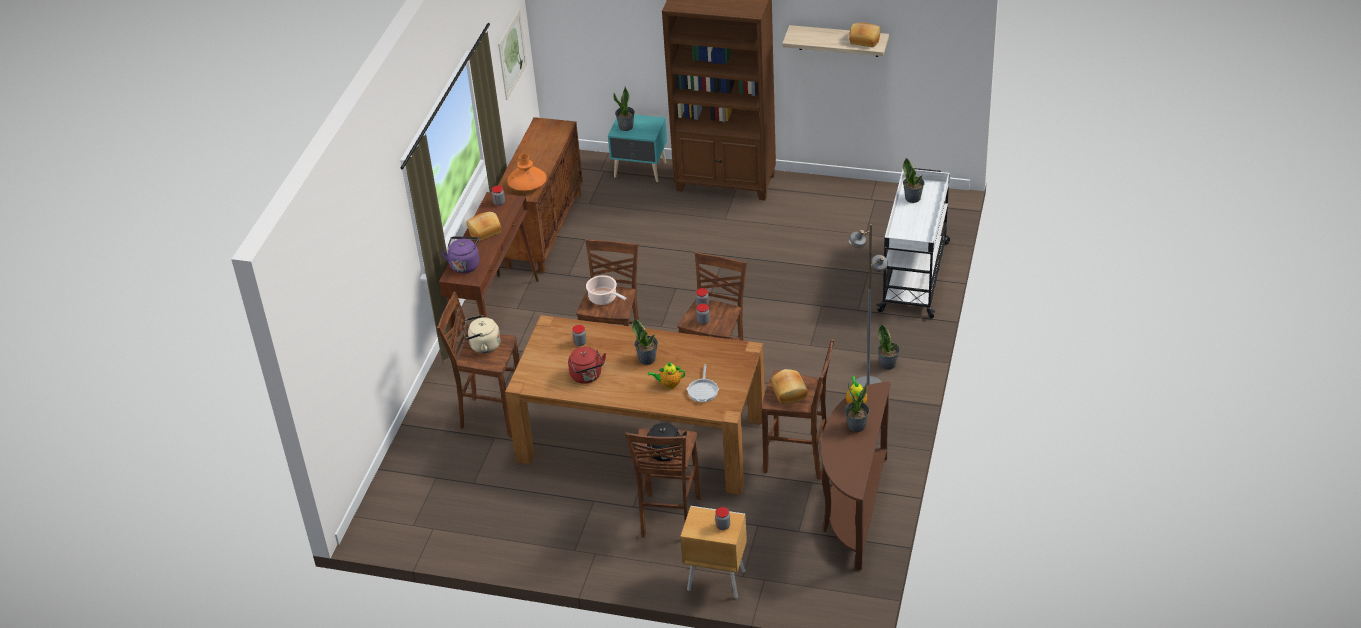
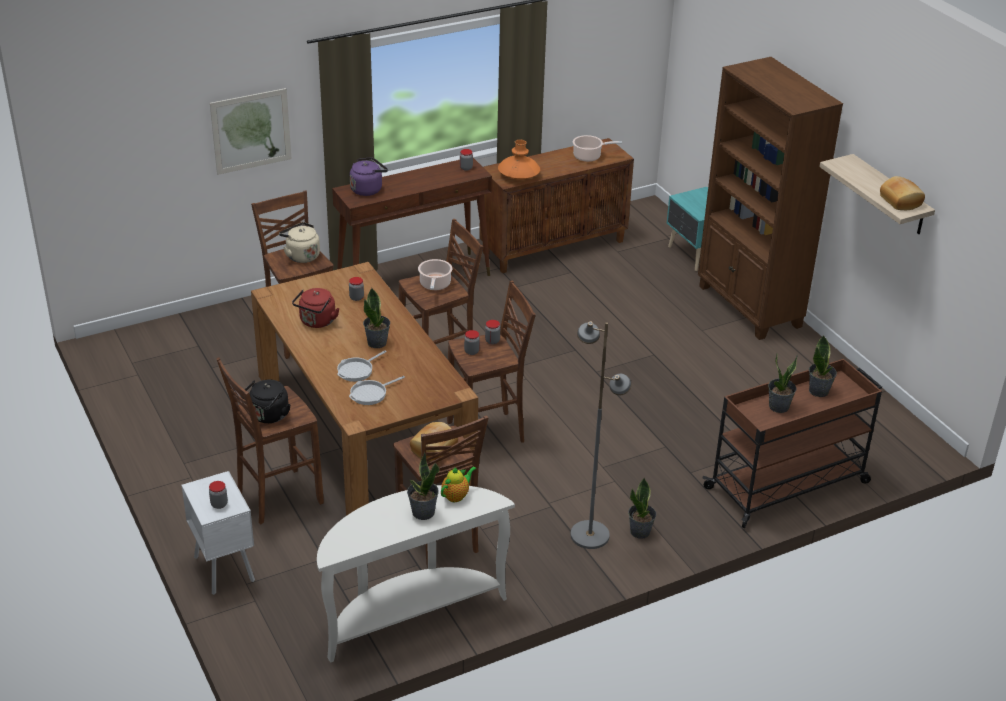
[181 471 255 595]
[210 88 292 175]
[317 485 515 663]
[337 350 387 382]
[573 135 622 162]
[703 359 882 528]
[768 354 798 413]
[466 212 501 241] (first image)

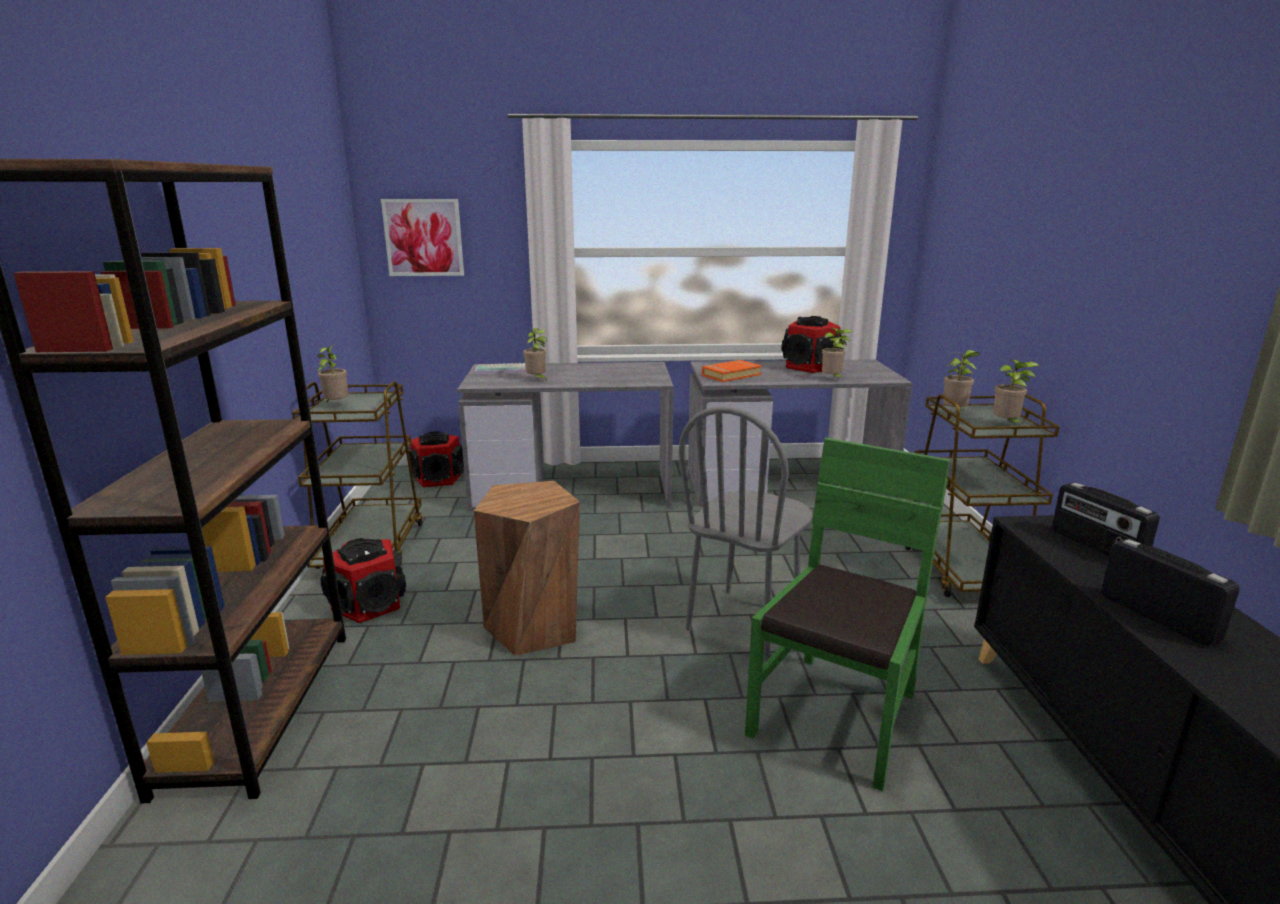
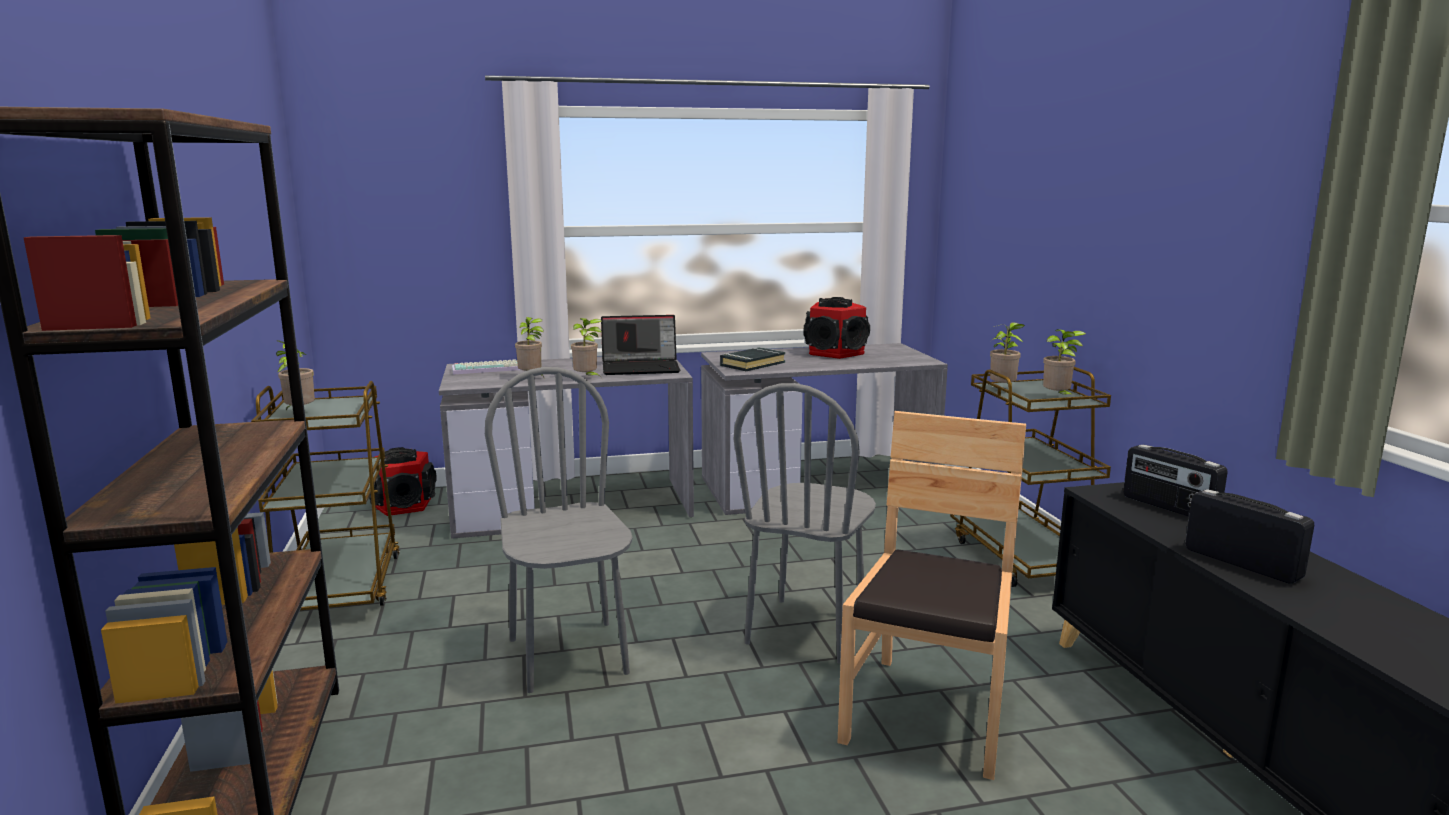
[485 367 633 693]
[571 318 602 377]
[601 315 680 375]
[720 347 786 371]
[838 411 1026 780]
[321 538 406 623] (first image)
[381 199 464 276] (first image)

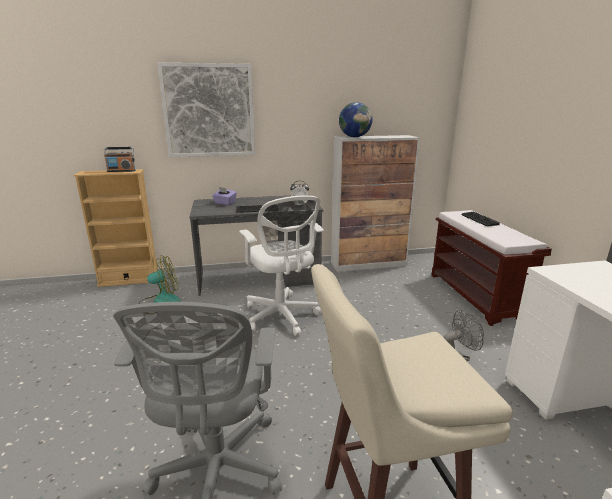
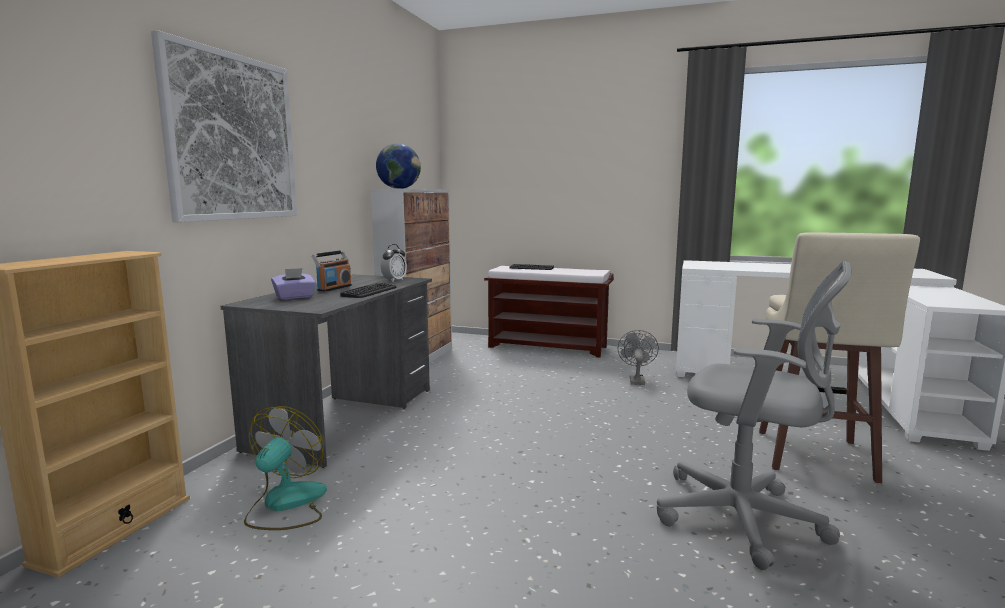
[312 250 352 292]
[239 195 324 336] (first image)

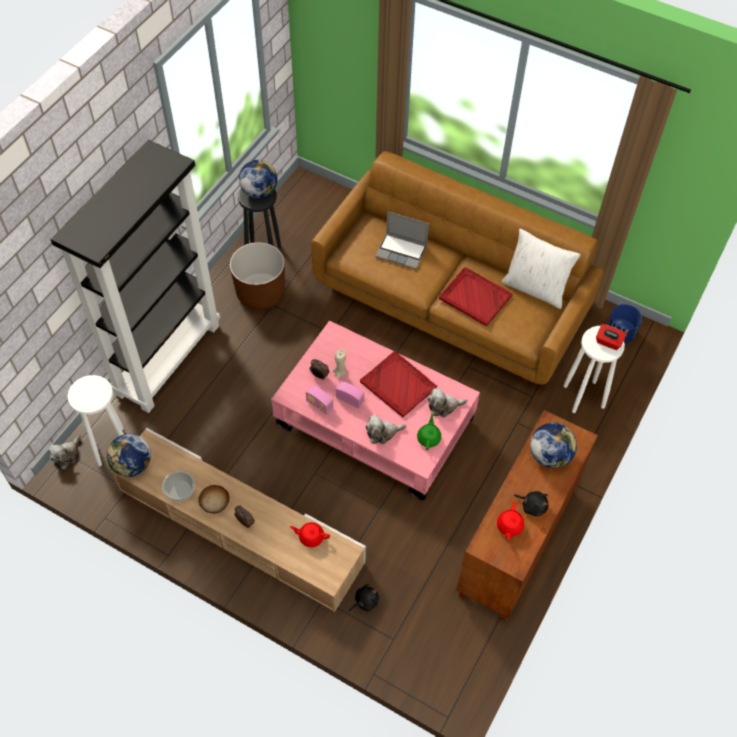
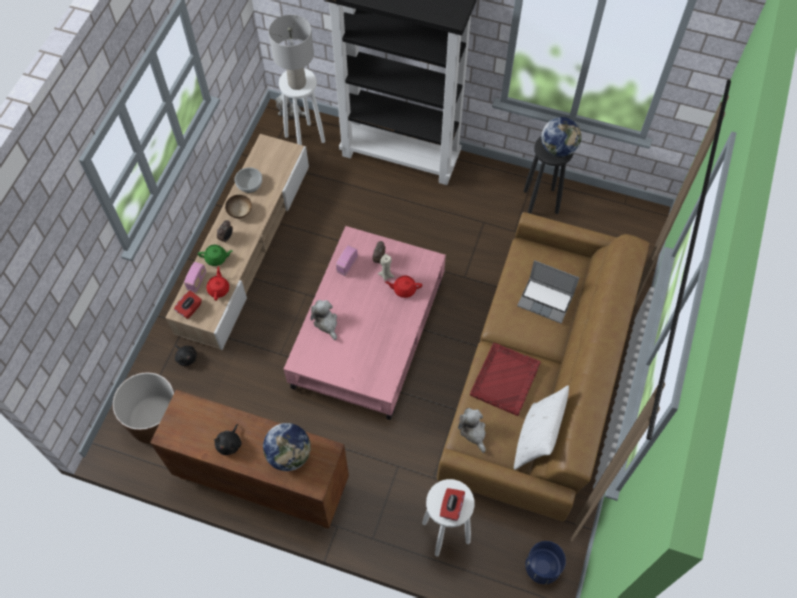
[113 372 175 444]
[174 290 202 319]
[184 262 206 293]
[198 245 233 266]
[268 15 314 90]
[385 276 422 298]
[458 408 486 453]
[517 260 579 324]
[107 434 151 477] (first image)
[360 351 437 417] (first image)

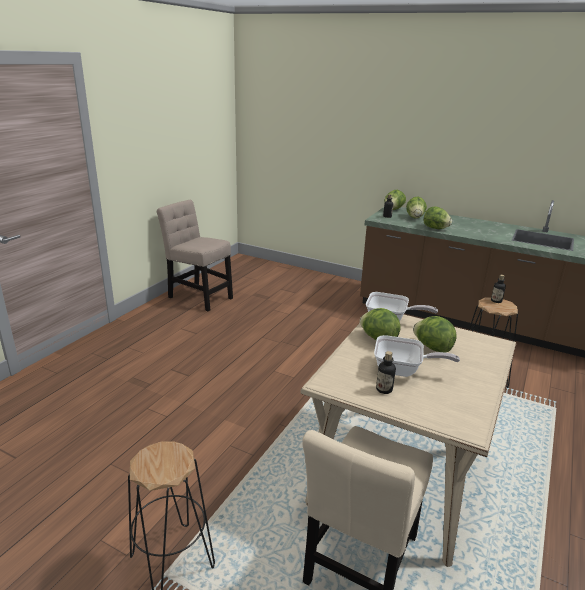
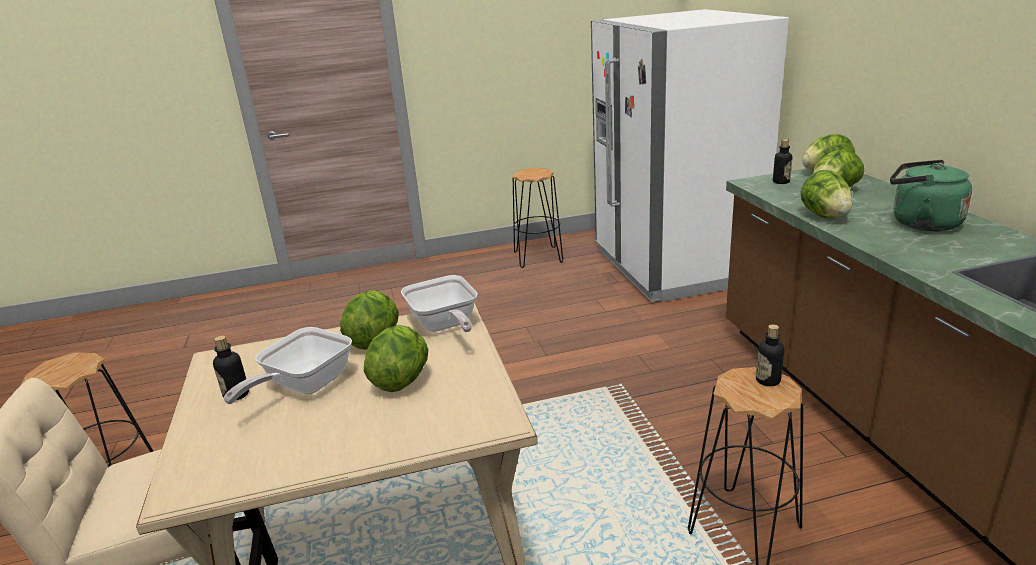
[223 327 352 404]
[512 168 563 268]
[591 9 789 302]
[890 160 972 231]

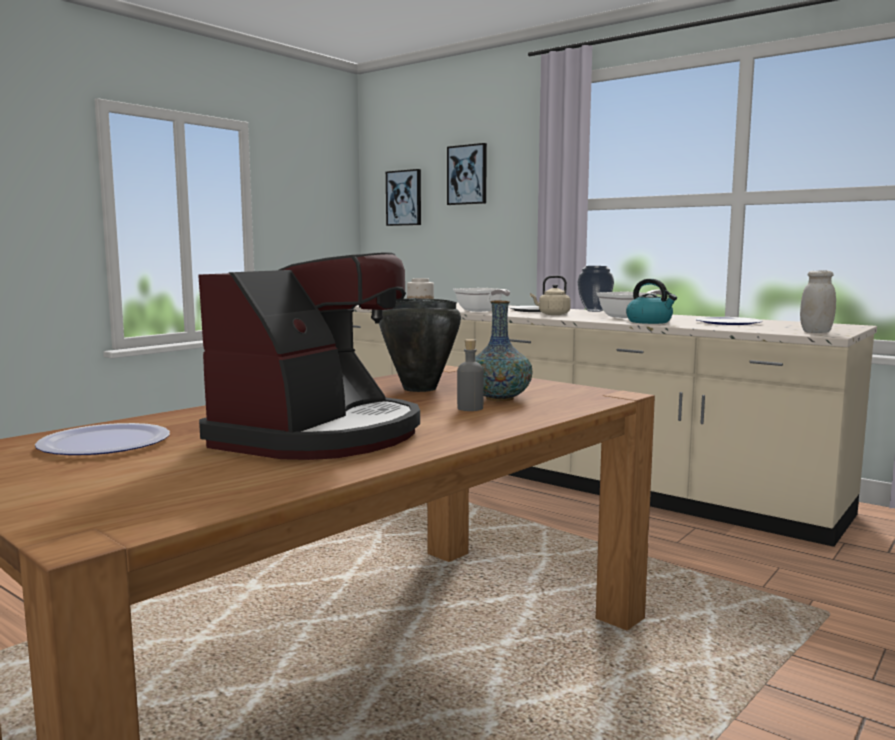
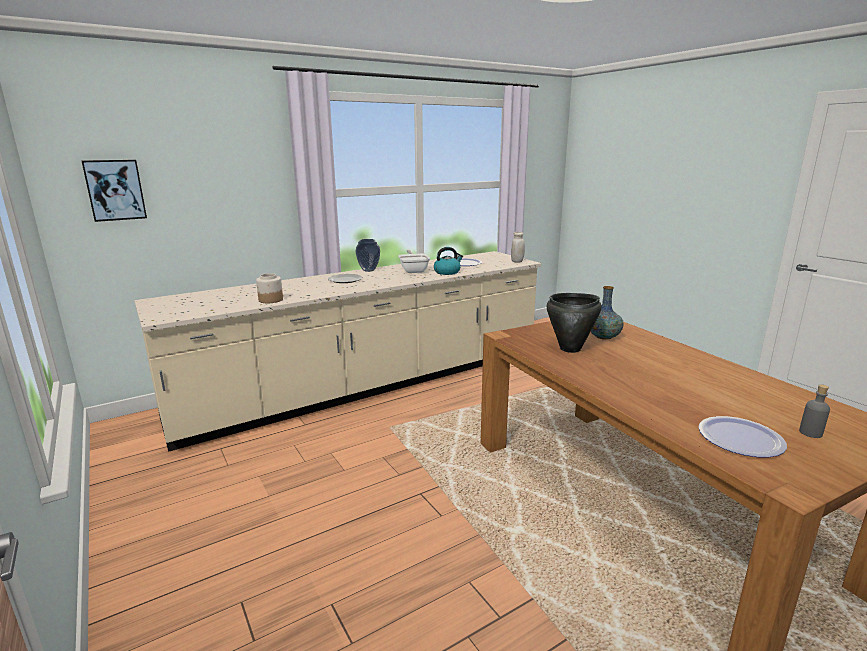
[799 384 830 438]
[198 252 420 460] (first image)
[447 143 487 205] (first image)
[453 288 510 312] (first image)
[530 276 571 315] (first image)

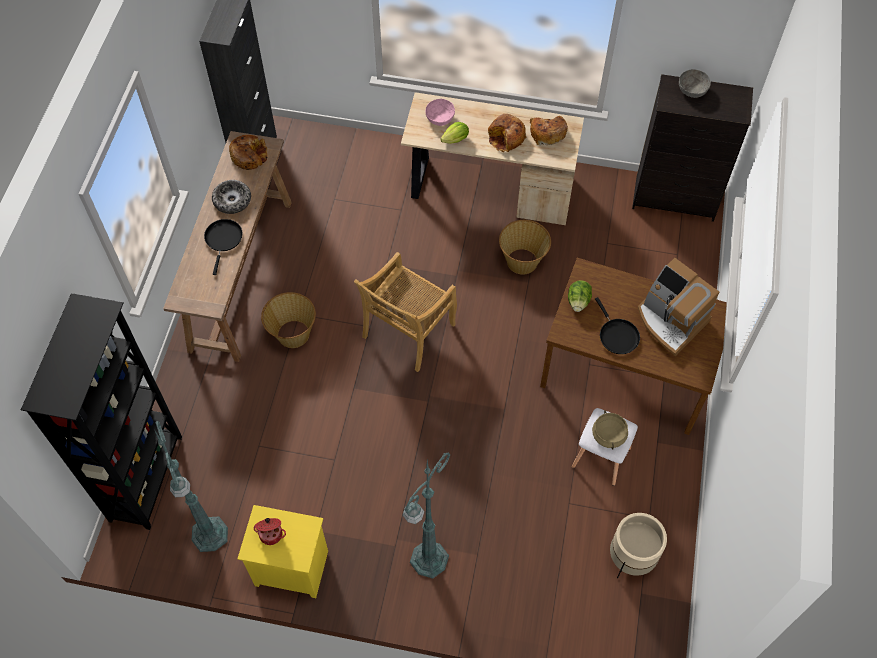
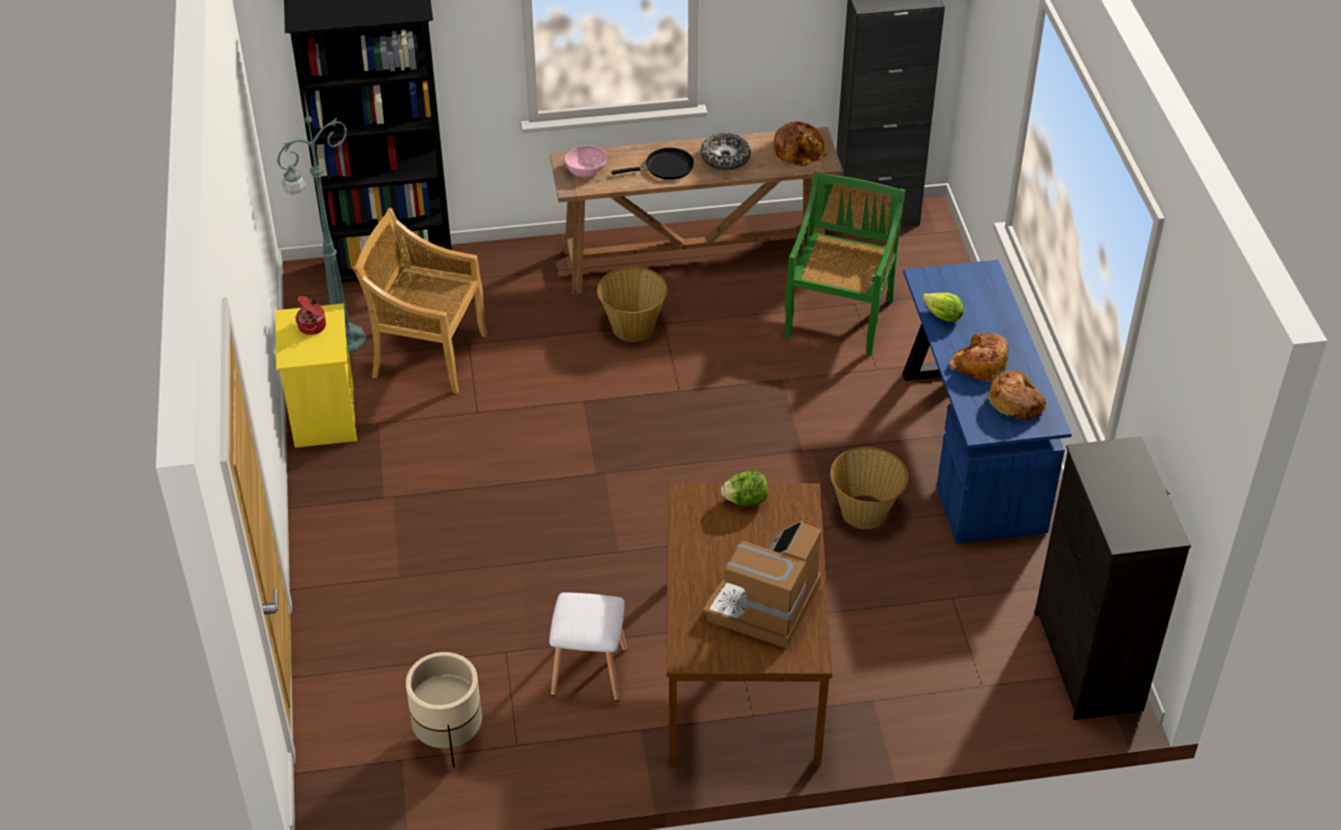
[353 208 487 394]
[565 145 607 177]
[785 172 906 356]
[902 260 1072 544]
[403 453 451 579] (first image)
[592 410 628 450] (first image)
[595 297 640 354] (first image)
[679 69 711 98] (first image)

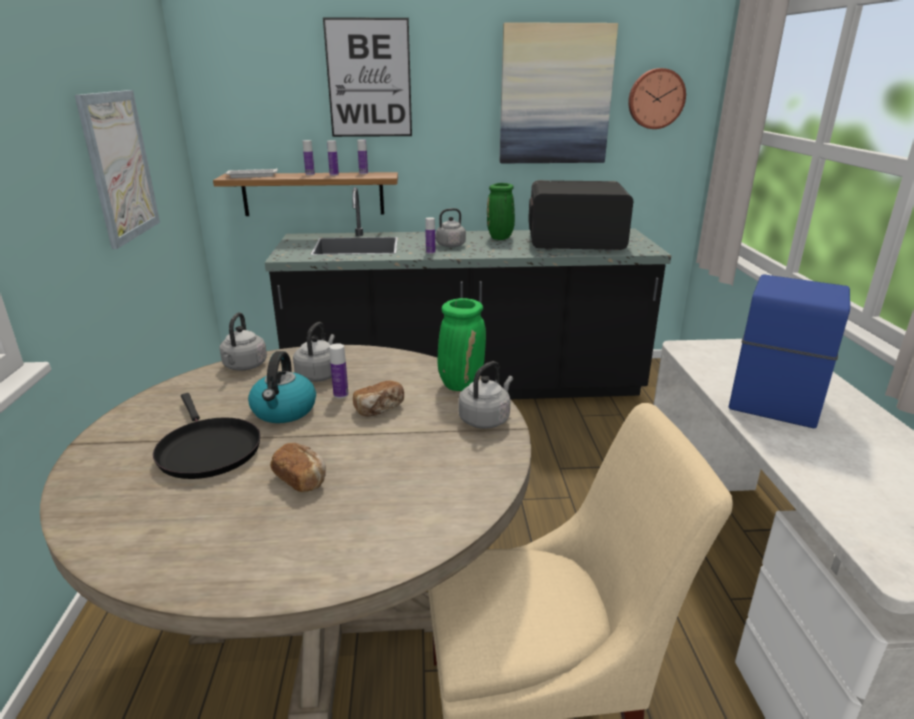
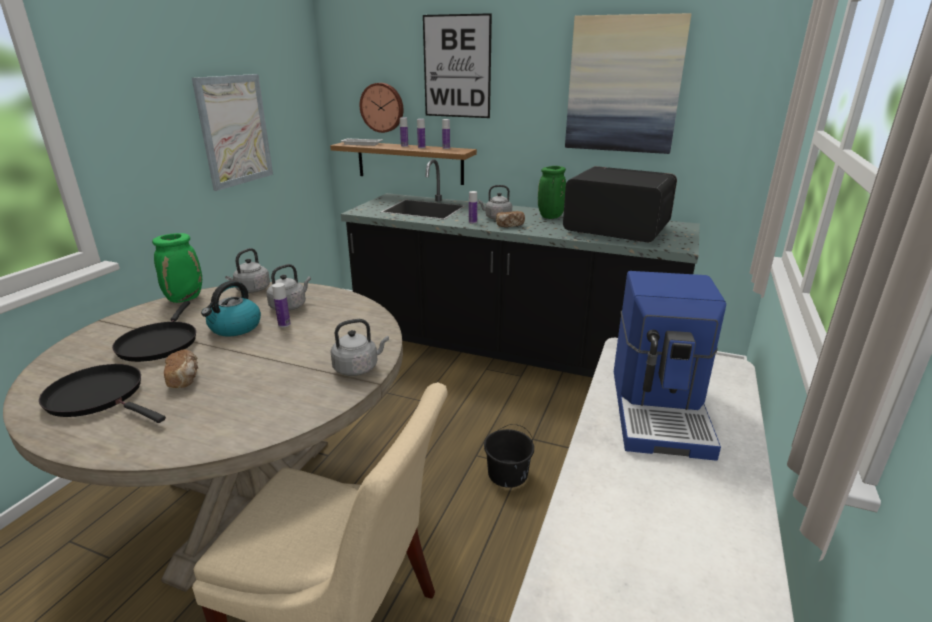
[39 364 166 423]
[152 233 202 303]
[360 83 403 133]
[484 424 534 488]
[496 211 525 227]
[614 271 726 461]

